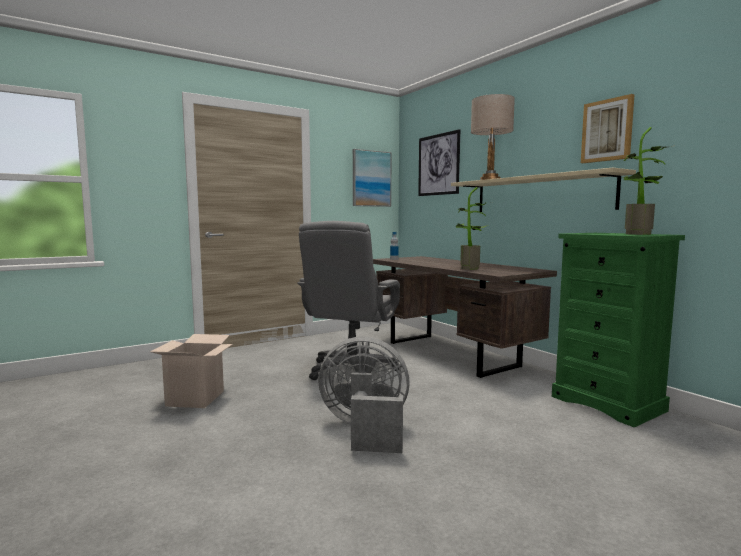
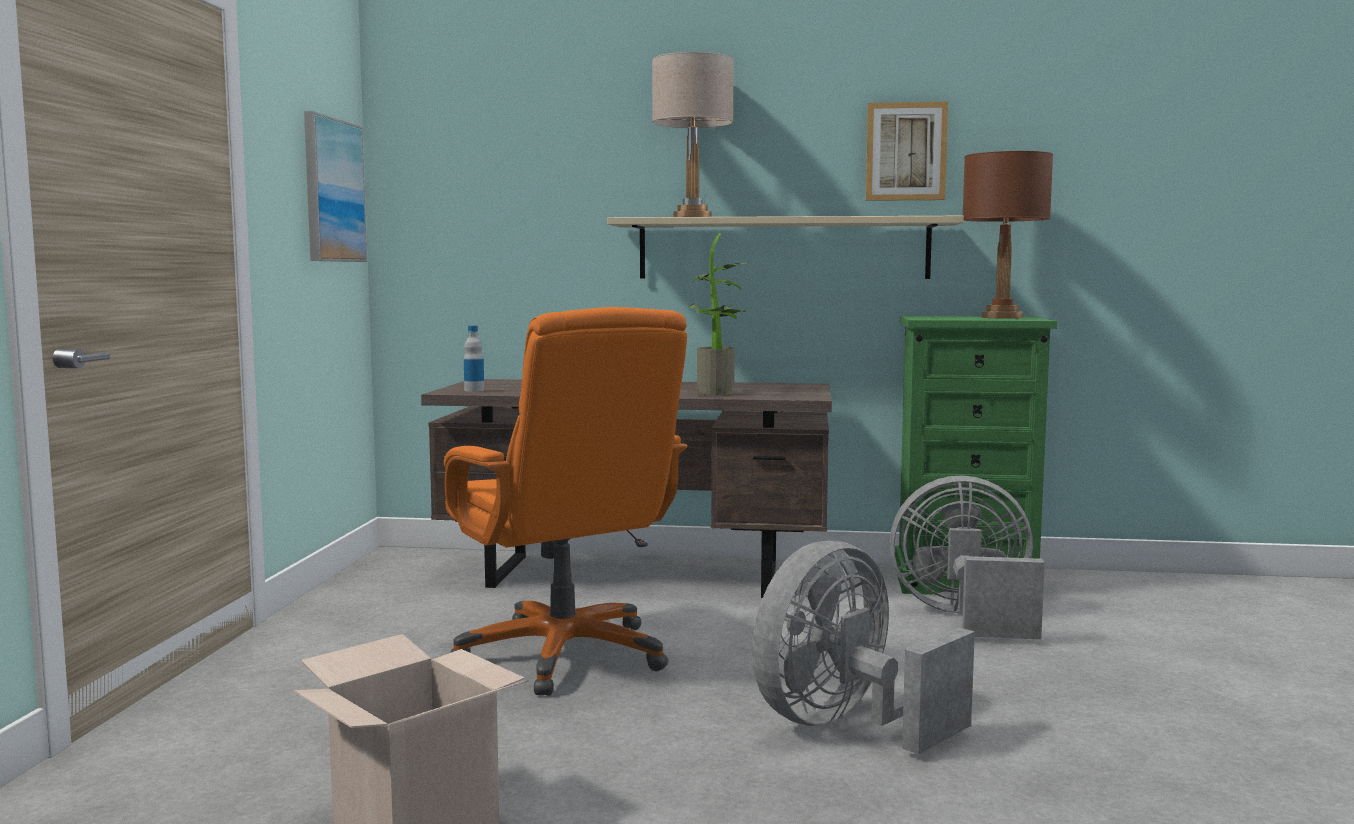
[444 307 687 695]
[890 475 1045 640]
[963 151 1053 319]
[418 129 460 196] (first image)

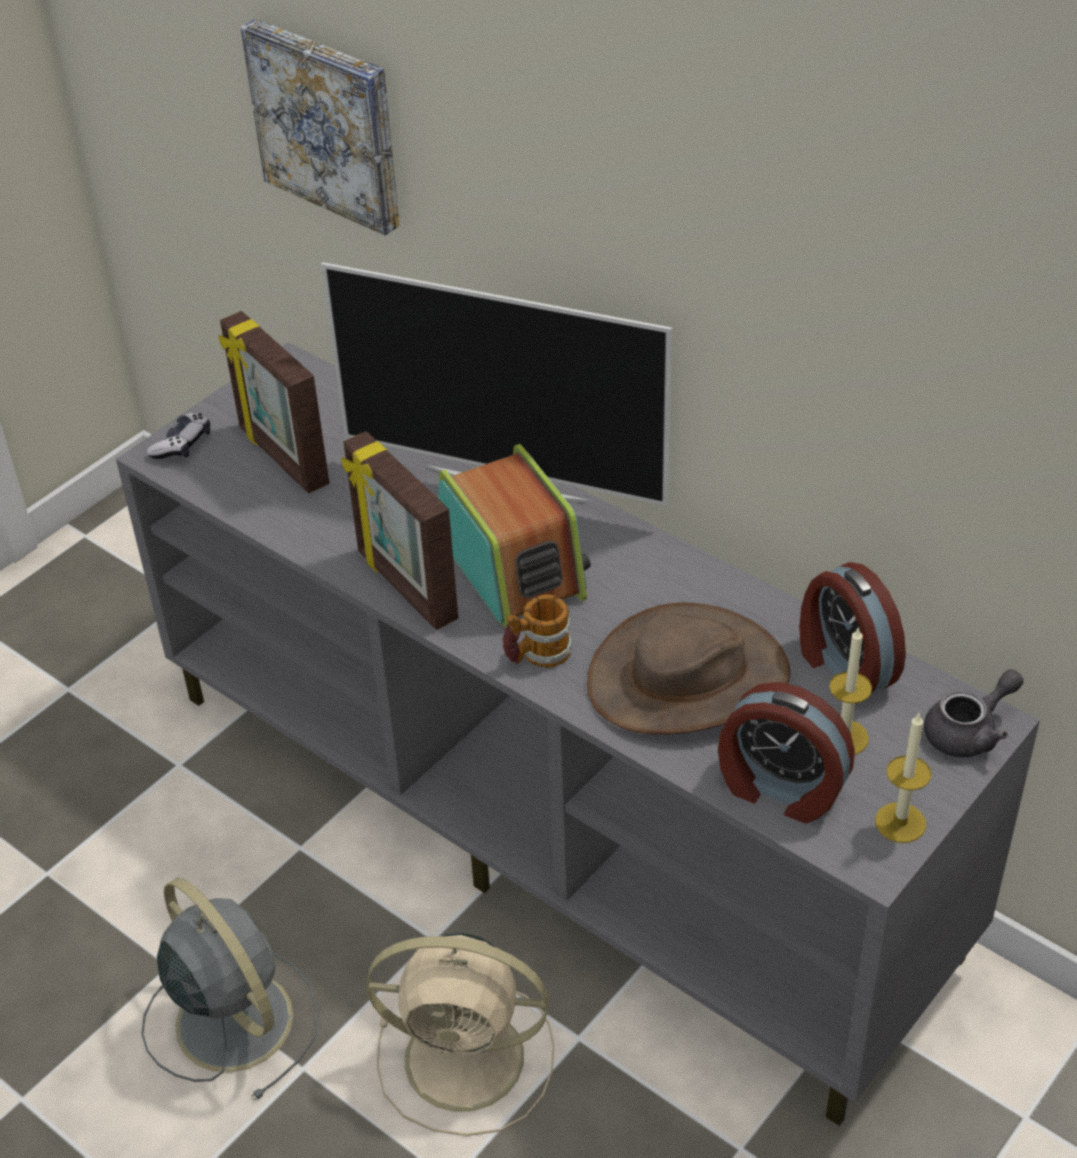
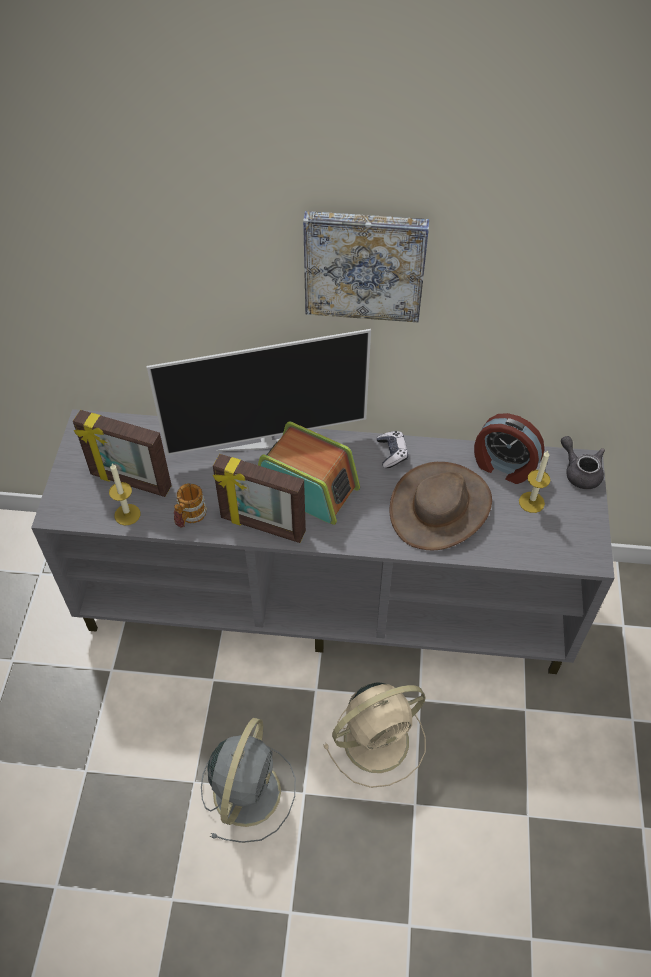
[109 464 140 525]
[174 483 207 528]
[201 718 296 843]
[303 211 429 322]
[377 431 408 468]
[561 436 605 489]
[718 682 855 823] (first image)

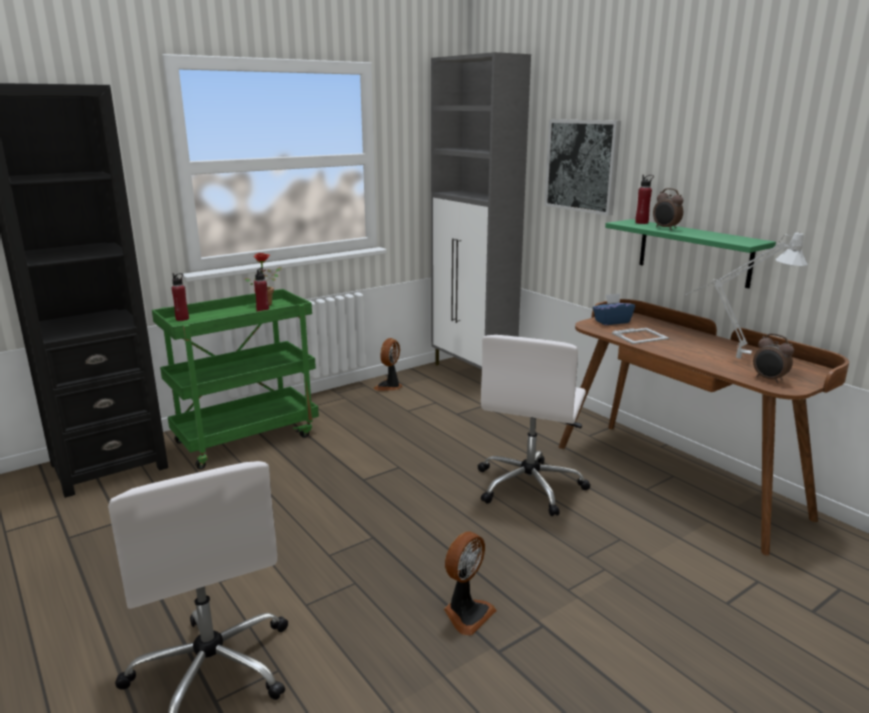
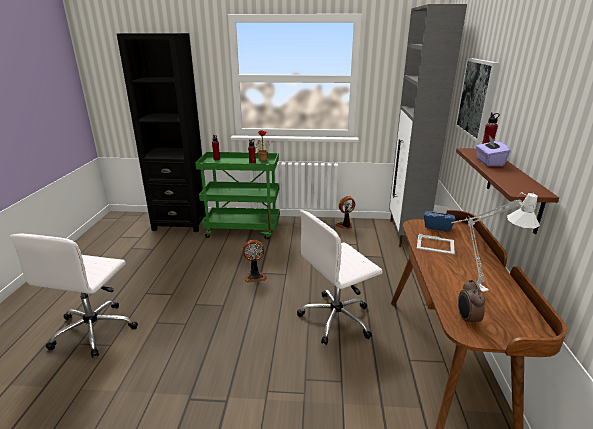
[243 240 267 283]
[456 148 559 234]
[476 136 511 166]

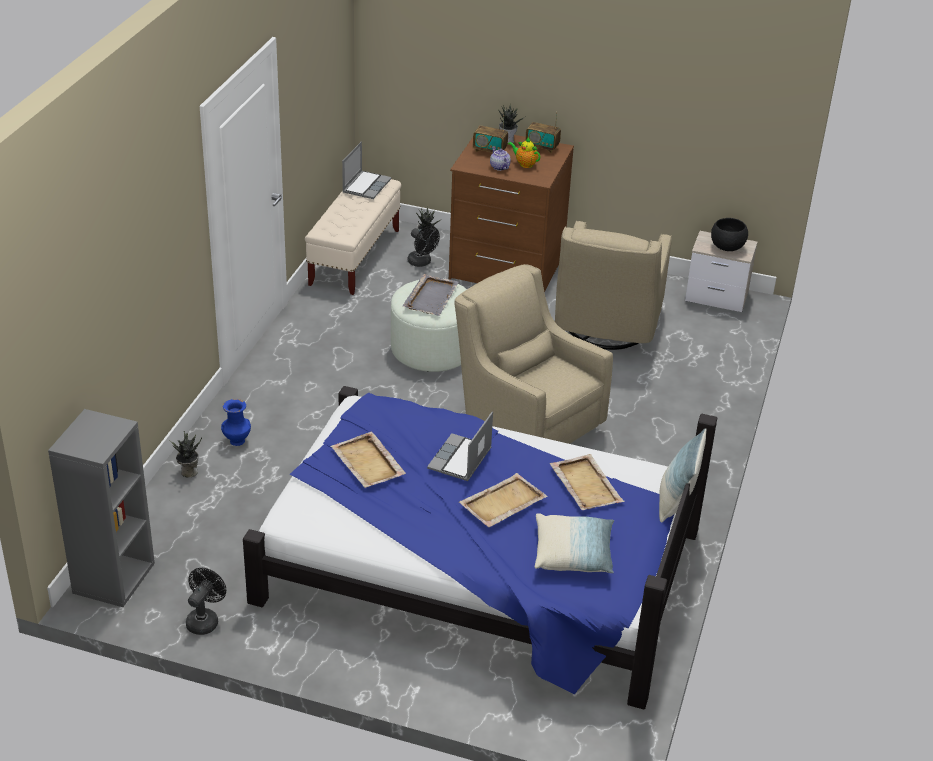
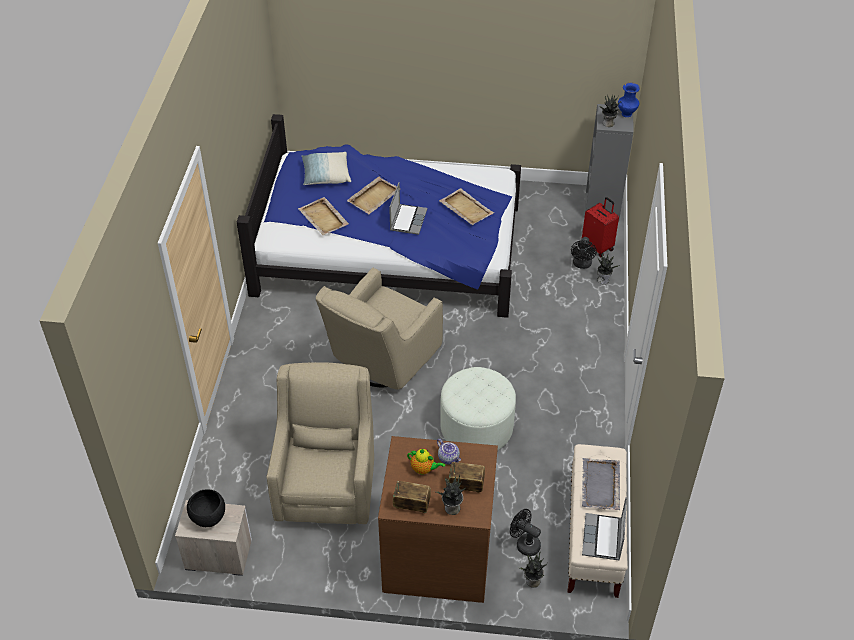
[316 268 443 390]
[571 237 597 269]
[582 197 619 257]
[582 458 620 510]
[599 95 621 127]
[618 82 640 117]
[659 428 706 522] (first image)

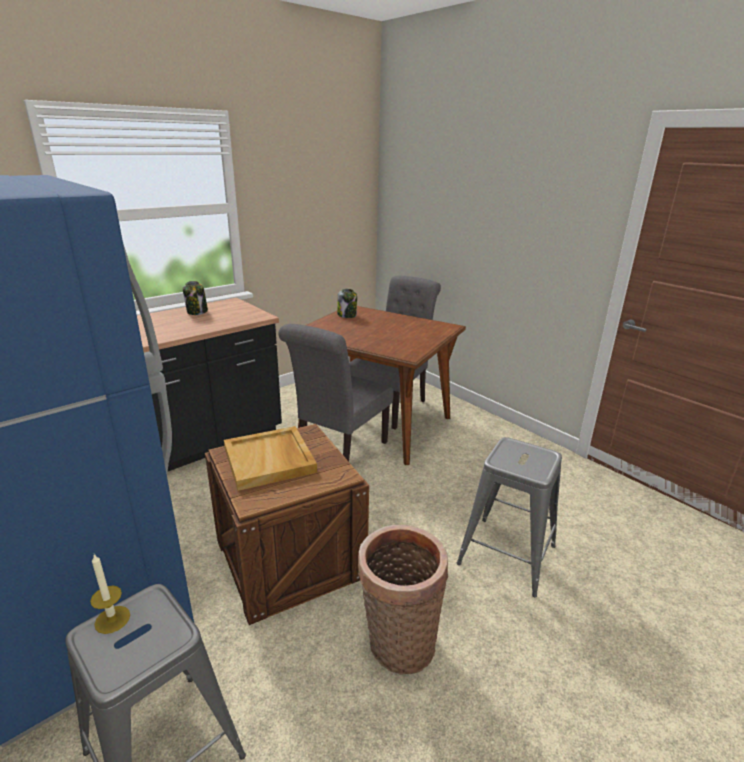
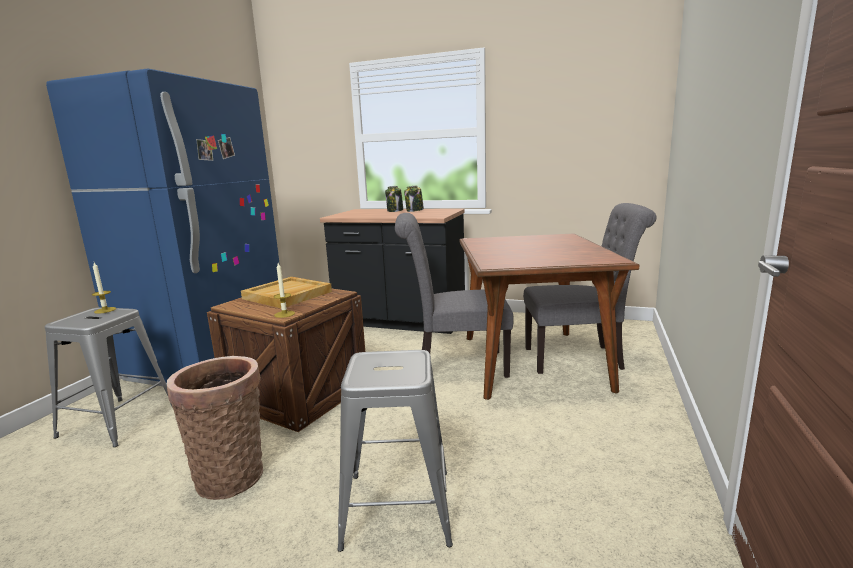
[273 263 295 318]
[385 186 403 212]

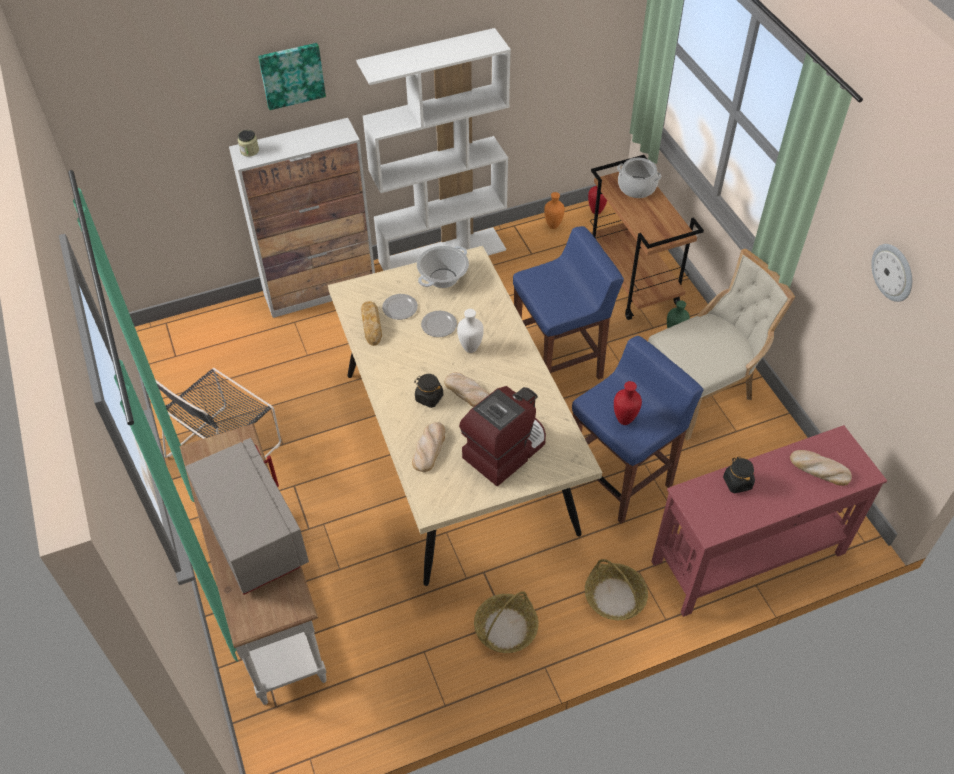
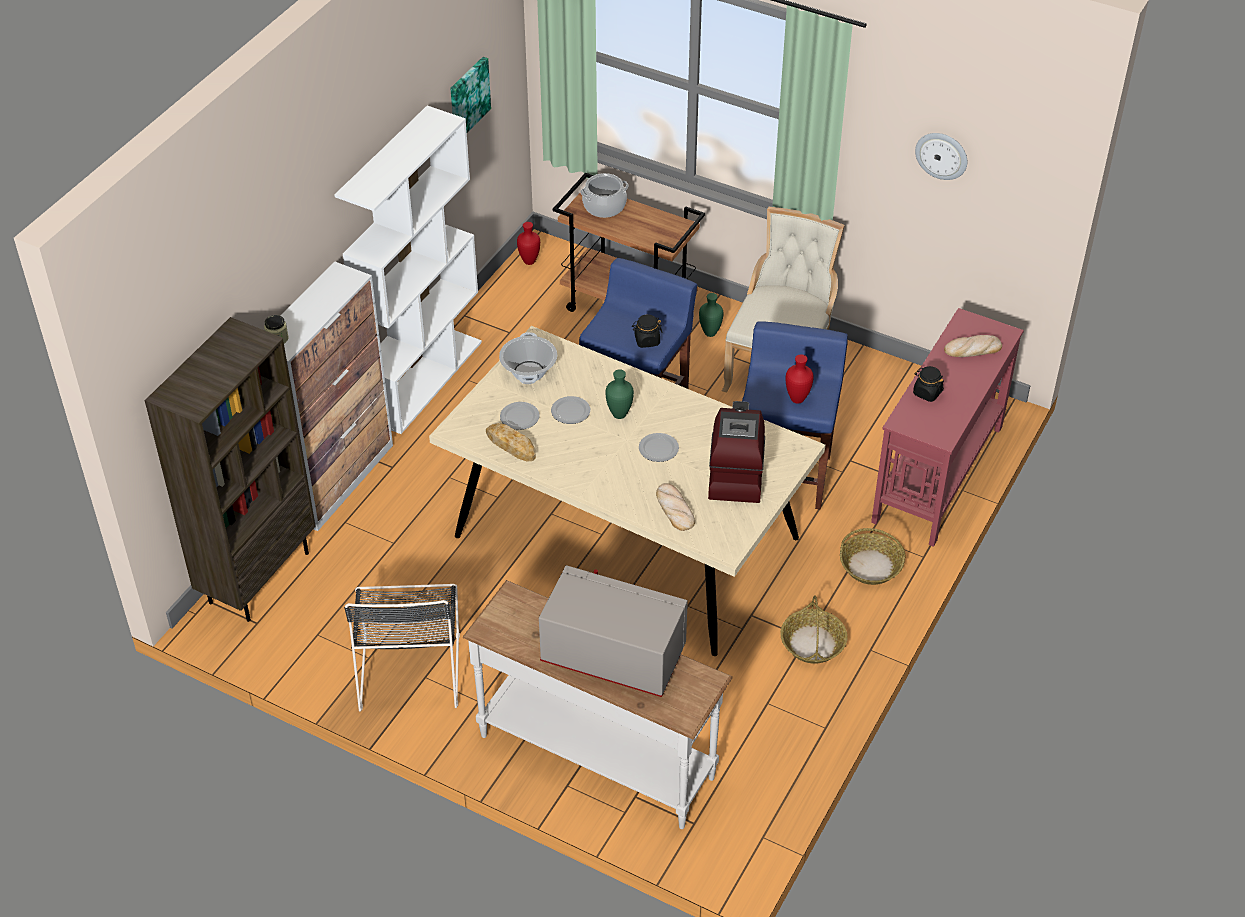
[145 317 316 622]
[450 57 491 133]
[605 369 634 419]
[632 314 662 348]
[639 433 679 462]
[544 192 565 229] (first image)

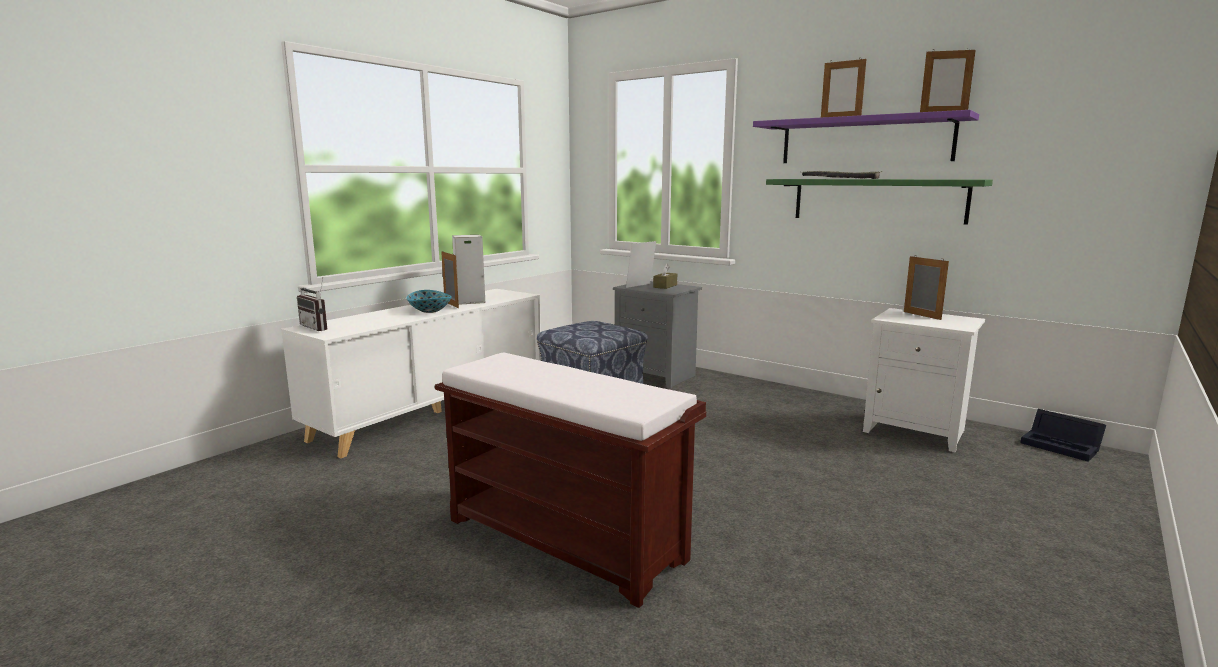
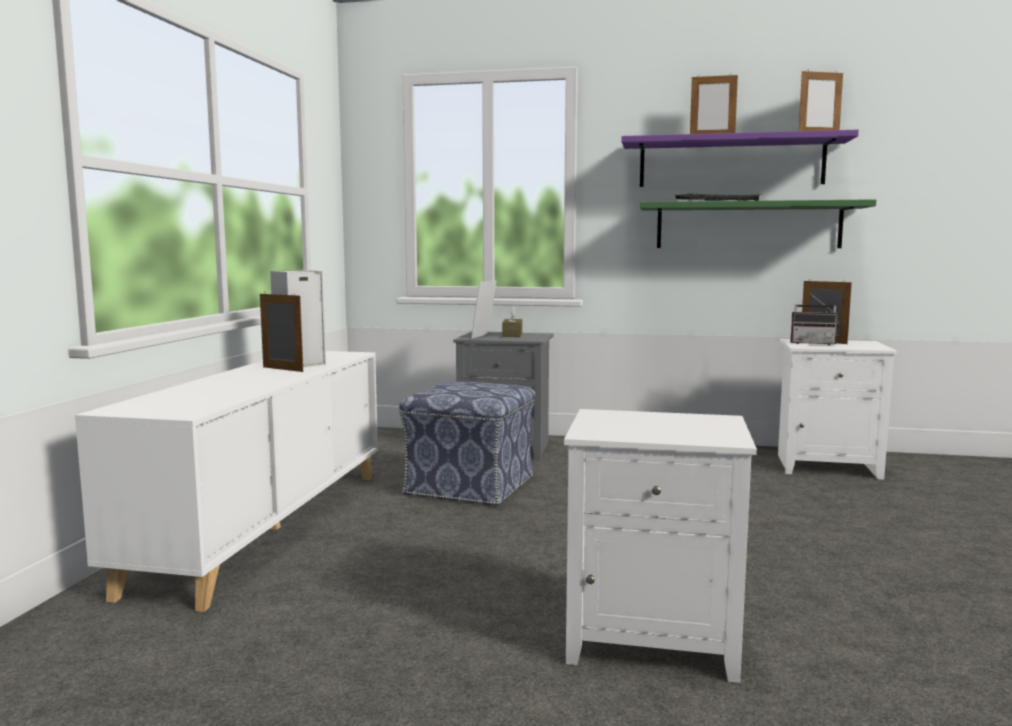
[564 409 757 683]
[790 295 839 345]
[406 290 452 313] (first image)
[1020 409 1106 462] (first image)

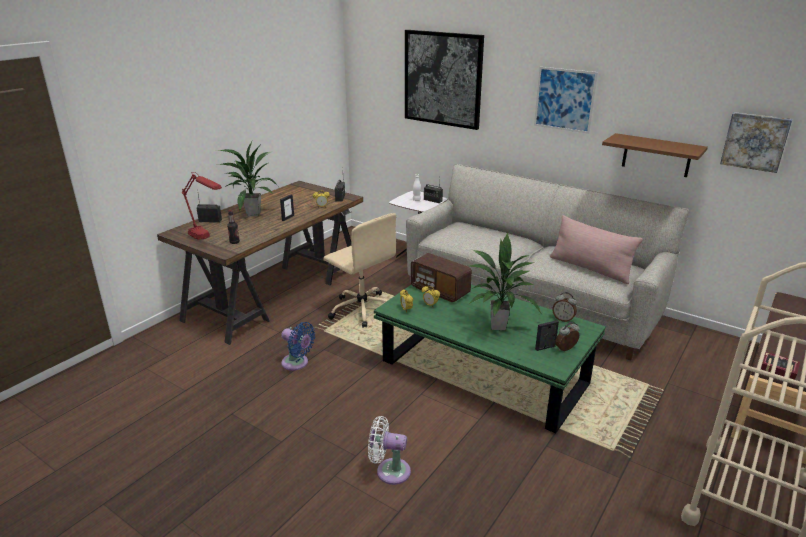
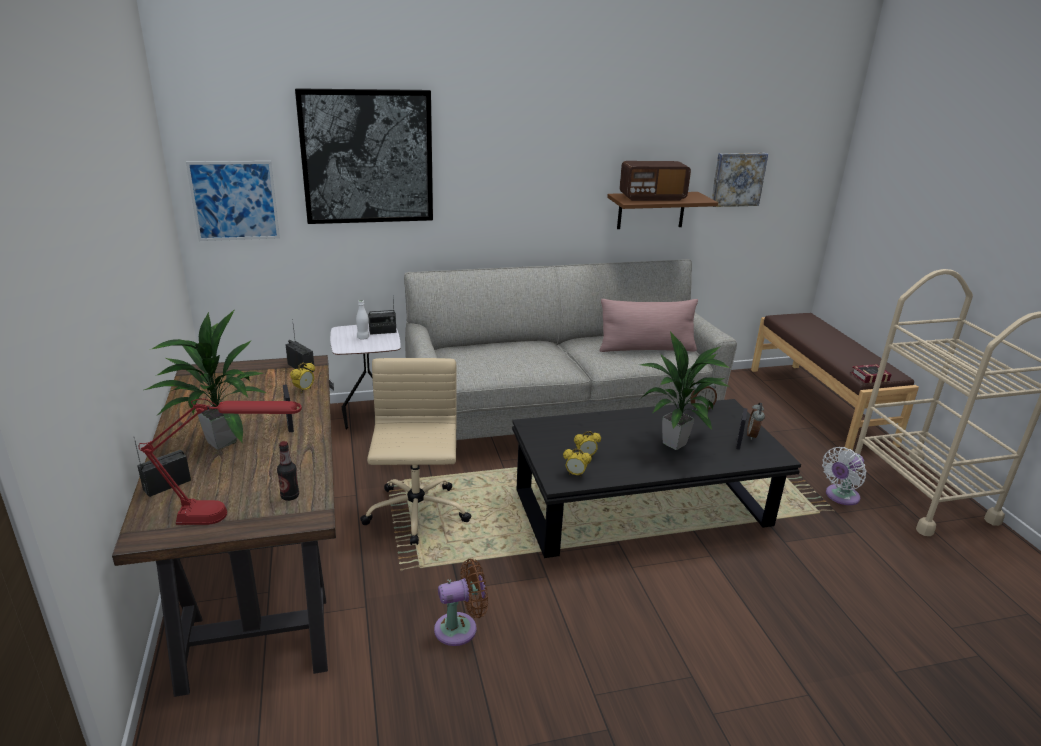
[186 161 280 241]
[360 358 471 545]
[434 559 488 646]
[512 399 801 558]
[619 161 691 201]
[822 447 867 505]

